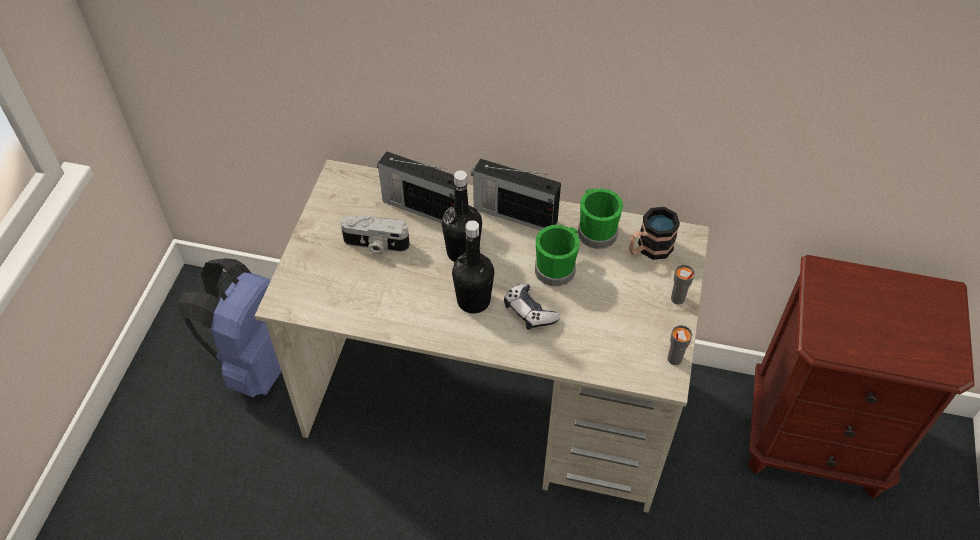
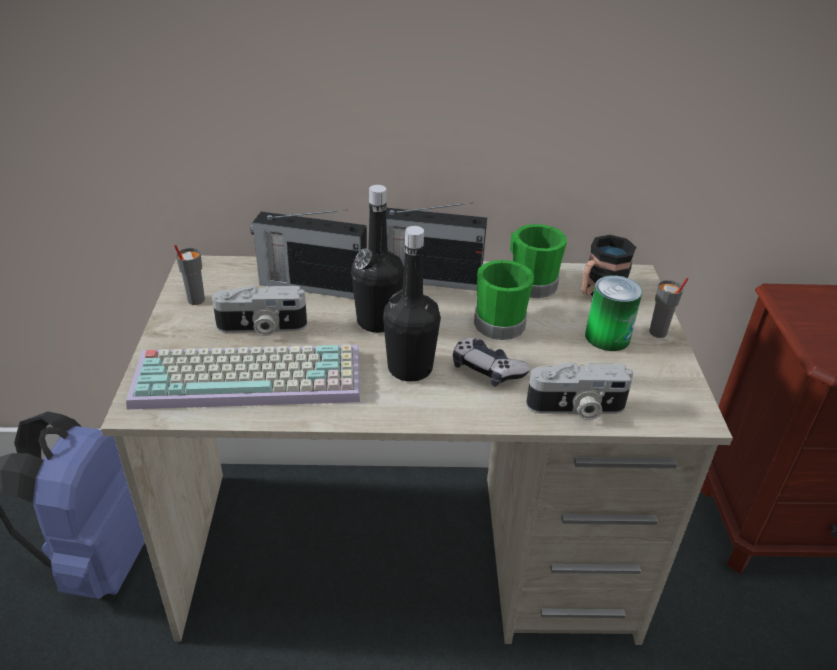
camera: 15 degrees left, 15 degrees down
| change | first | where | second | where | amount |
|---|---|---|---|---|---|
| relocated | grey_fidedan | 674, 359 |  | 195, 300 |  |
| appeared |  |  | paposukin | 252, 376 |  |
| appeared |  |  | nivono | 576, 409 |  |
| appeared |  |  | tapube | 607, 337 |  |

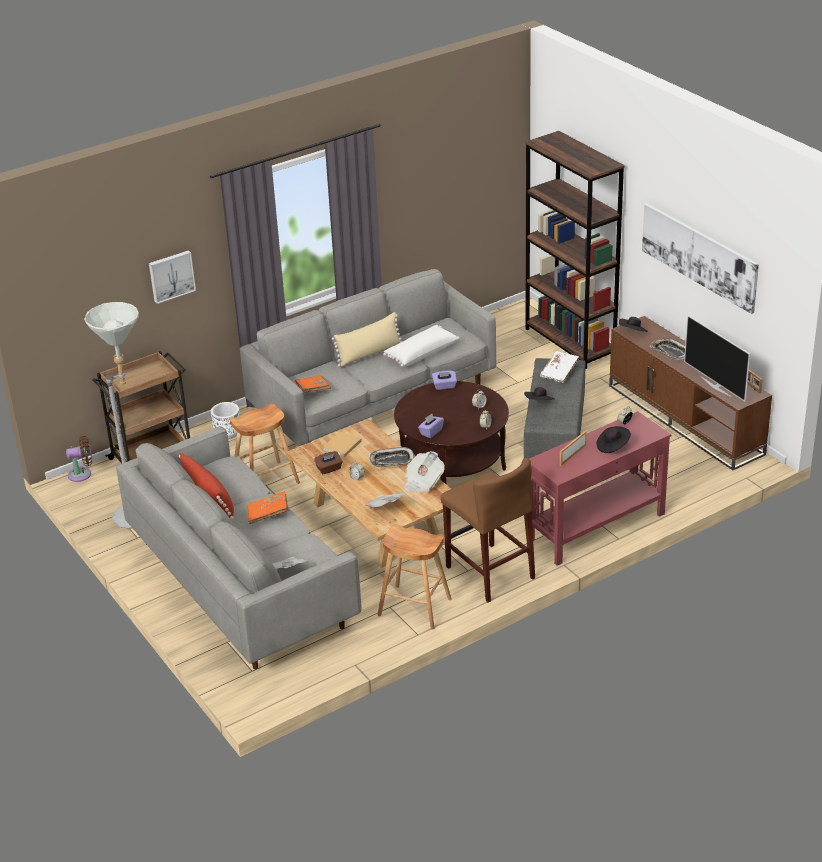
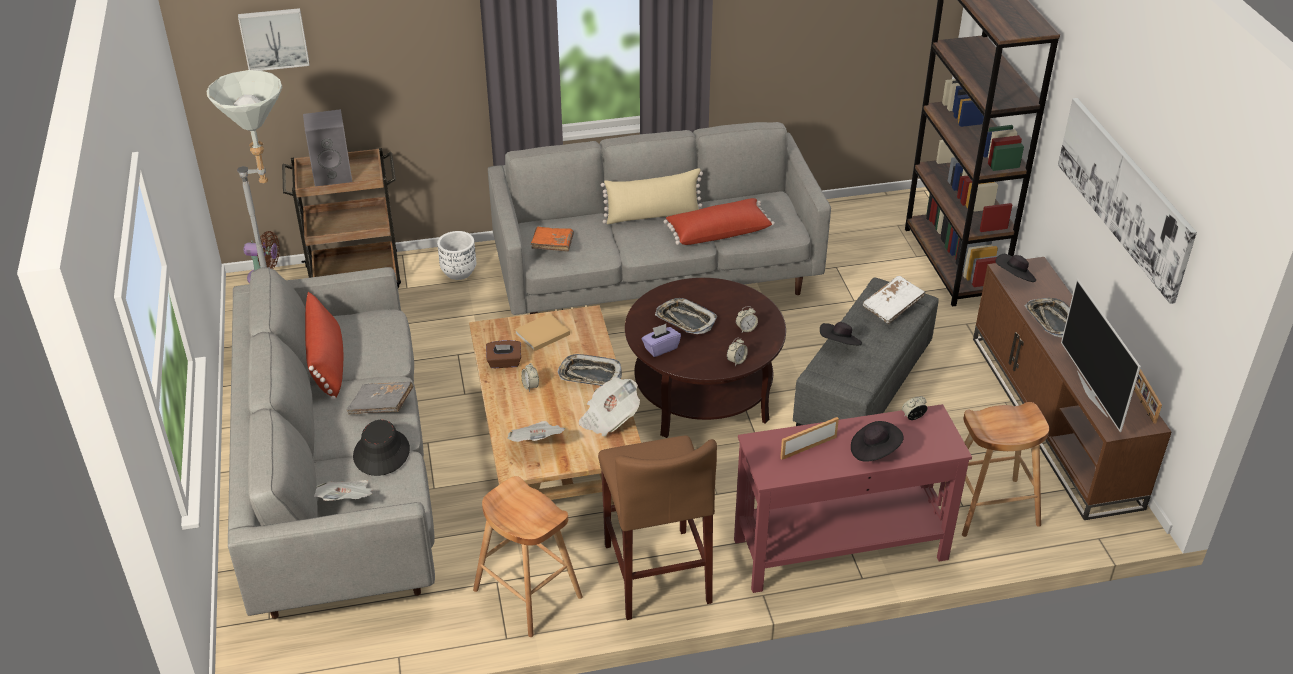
camera: 20 degrees right, 5 degrees up
| change | first | where | second | where | amount |
|---|---|---|---|---|---|
| relocated | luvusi | 171, 276 |  | 274, 38 |  |
| relocated | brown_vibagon | 266, 481 |  | 990, 507 |  |
| colour | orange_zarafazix | 268, 514 | grey_zarafazix | 382, 406 |  |
| colour | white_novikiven | 421, 353 | red_novikiven | 718, 232 |  |
| missing | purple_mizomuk | 444, 386 |  |  |  |
| appeared |  |  | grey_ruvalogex | 333, 176 |  |
| appeared |  |  | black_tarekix | 381, 453 |  |
| appeared |  |  | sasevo | 685, 320 |  |

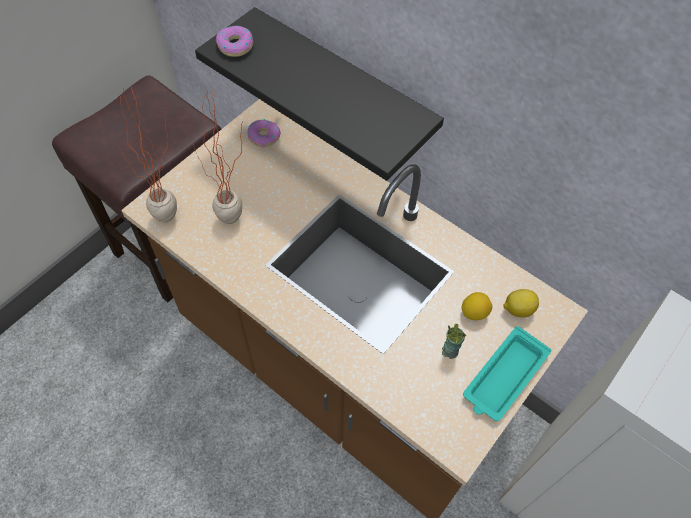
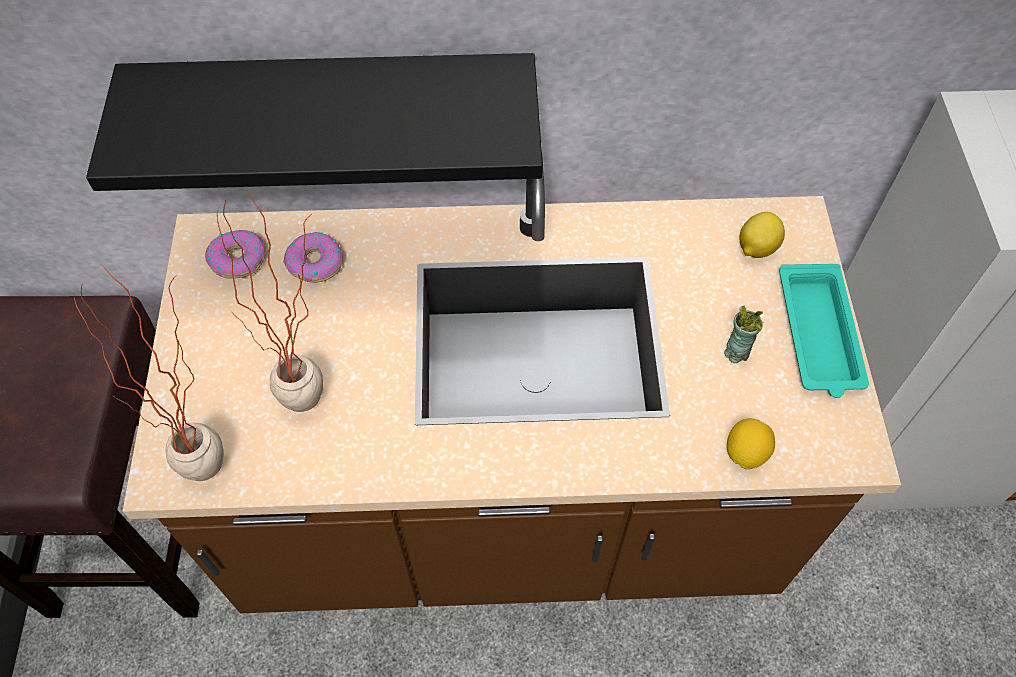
camera: 40 degrees left, 0 degrees up
| change | first | where | second | where | amount |
|---|---|---|---|---|---|
| relocated | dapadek | 235, 46 |  | 315, 263 |  |
| relocated | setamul | 474, 312 |  | 745, 453 |  |

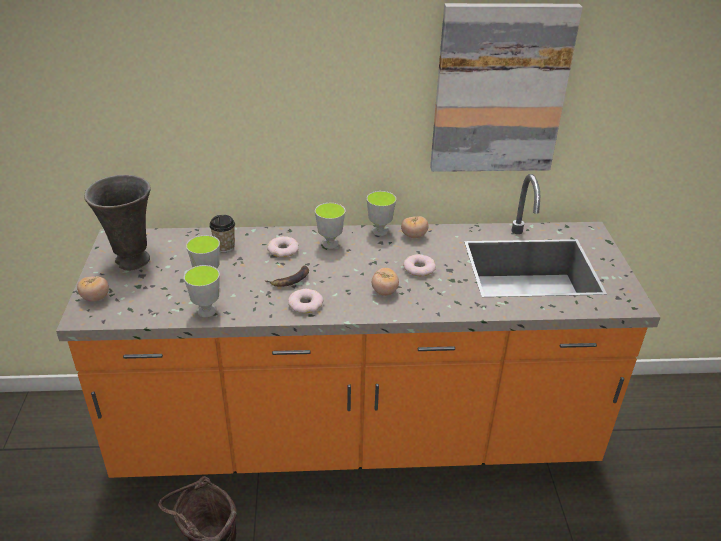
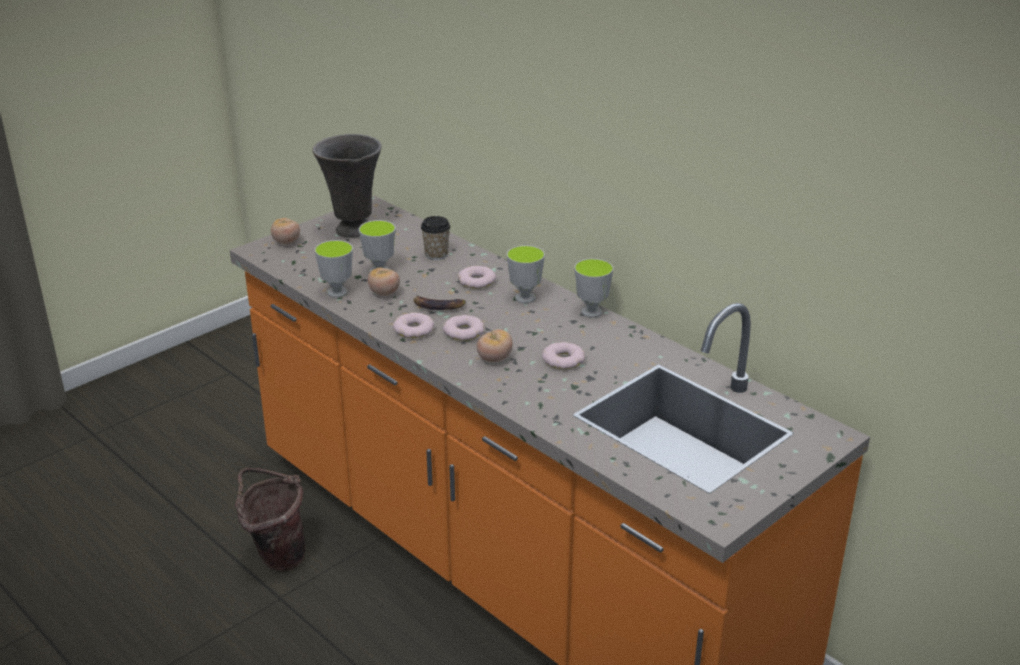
camera: 50 degrees right, 5 degrees down
| change | first | where | second | where | amount |
|---|---|---|---|---|---|
| relocated | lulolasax | 413, 236 |  | 384, 293 |  |
| missing | luvusi | 499, 90 |  |  |  |
| appeared |  |  | dapadek | 463, 332 |  |

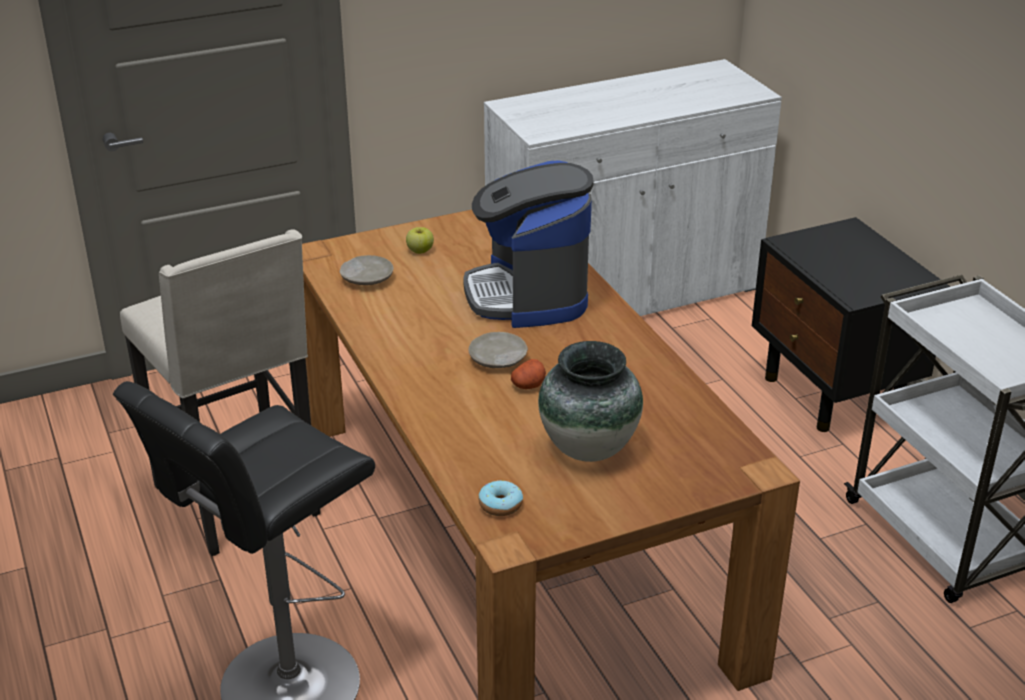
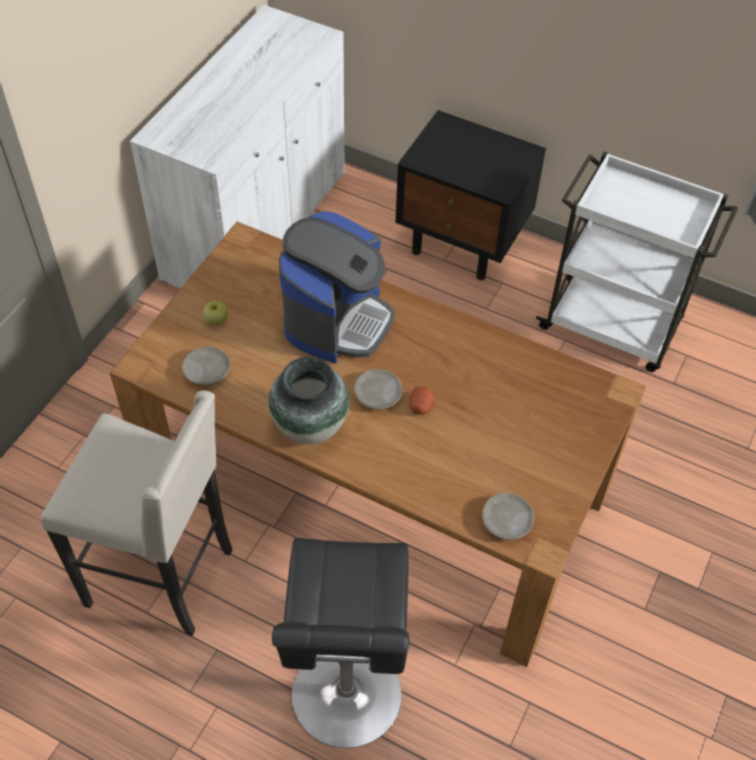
camera: 40 degrees left, 20 degrees up
| change | first | where | second | where | amount |
|---|---|---|---|---|---|
| spun | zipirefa | 528, 295 |  | 337, 321 | 105 degrees counterclockwise |
| exchanged | dapadek | 500, 505 | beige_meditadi | 506, 521 |  |
| relocated | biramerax | 588, 449 |  | 310, 427 |  |

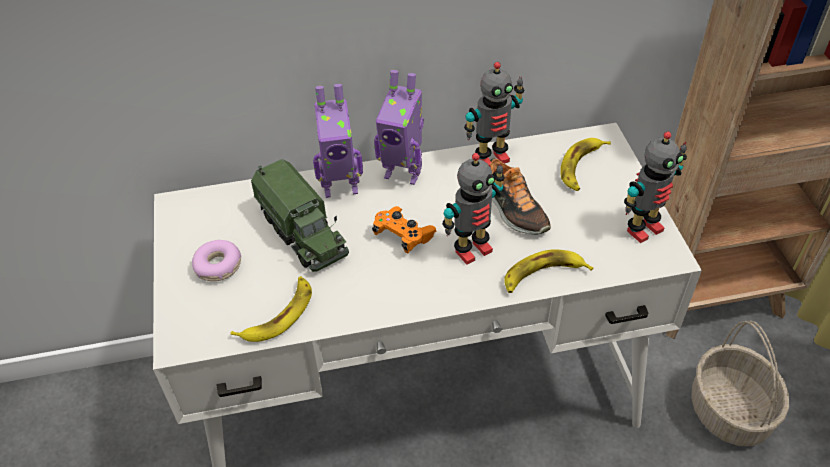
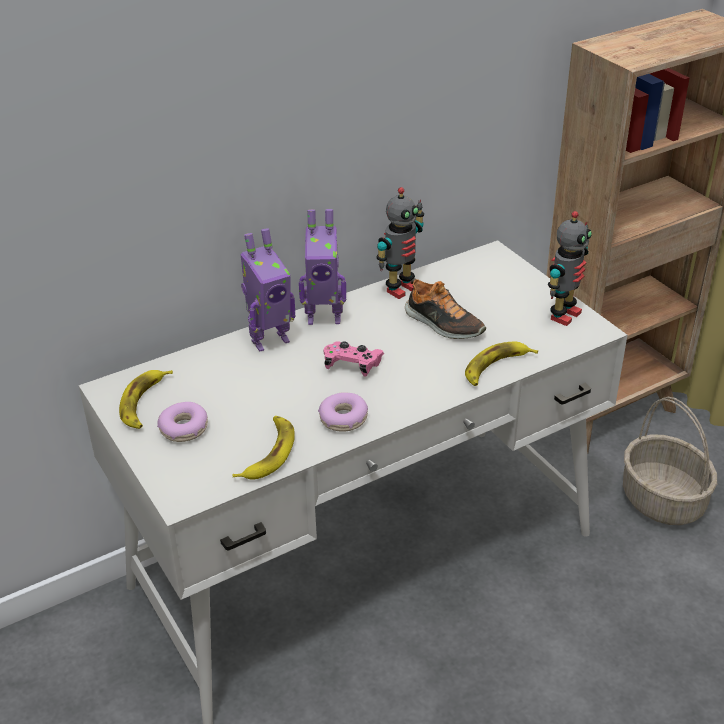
camera: 20 degrees left, 10 degrees down
| change | first | where | second | where | amount |
|---|---|---|---|---|---|
| missing | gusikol | 303, 233 |  |  |  |
| colour | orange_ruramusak | 403, 236 | pink_ruramusak | 352, 365 |  |
| missing | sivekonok | 471, 249 |  |  |  |
| relocated | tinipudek | 582, 167 |  | 144, 403 |  |
| appeared |  |  | dapadek | 343, 419 |  |

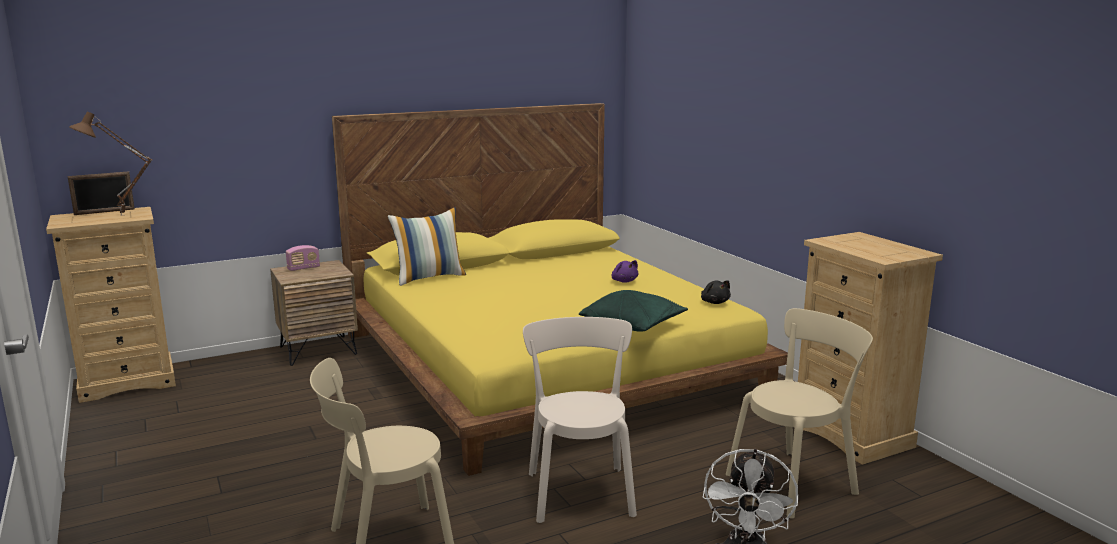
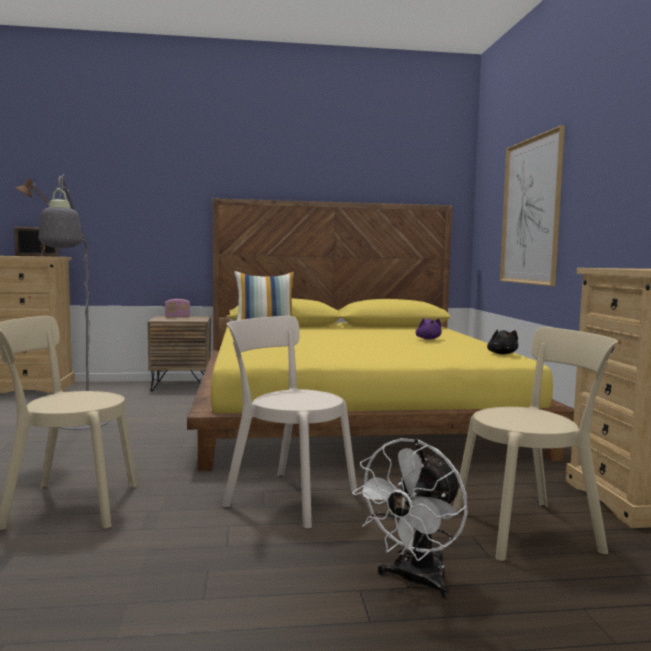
camera: 20 degrees right, 10 degrees down
| change | first | where | second | where | amount |
|---|---|---|---|---|---|
| spun | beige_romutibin | 579, 490 |  | 286, 497 | 75 degrees counterclockwise |
| missing | green_novikiven | 633, 326 |  |  |  |
| appeared |  |  | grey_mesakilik | 81, 426 |  |
| appeared |  |  | luvusi | 530, 211 |  |

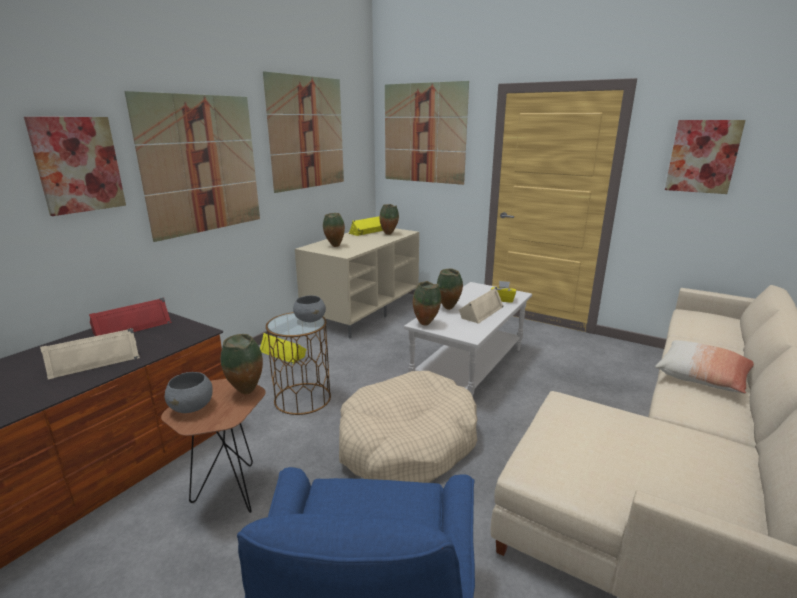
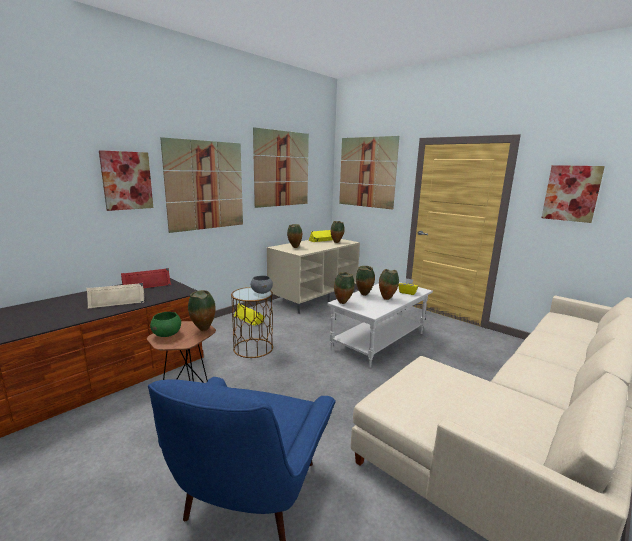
camera: 10 degrees right, 5 degrees down
| change | first | where | second | where | amount |
|---|---|---|---|---|---|
| colour | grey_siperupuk | 192, 407 | green_siperupuk | 167, 334 |  |
| missing | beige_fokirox | 407, 443 |  |  |  |
| exchanged | beige_ruvalogex | 480, 311 | biramerax | 387, 299 |  |
| missing | novikiven | 702, 377 |  |  |  |

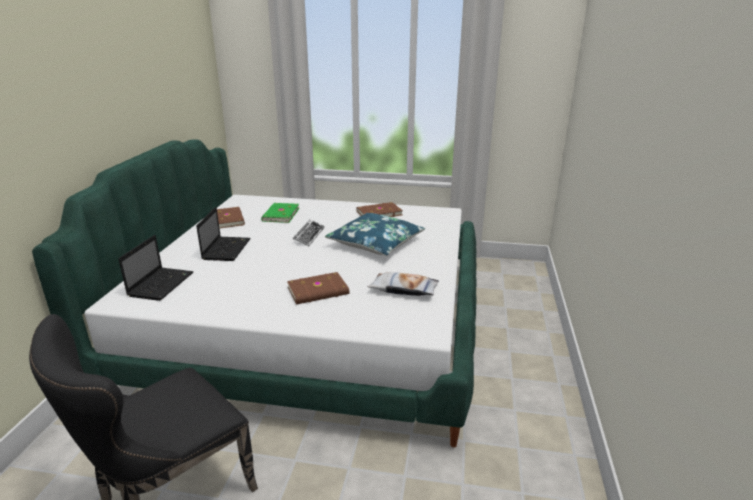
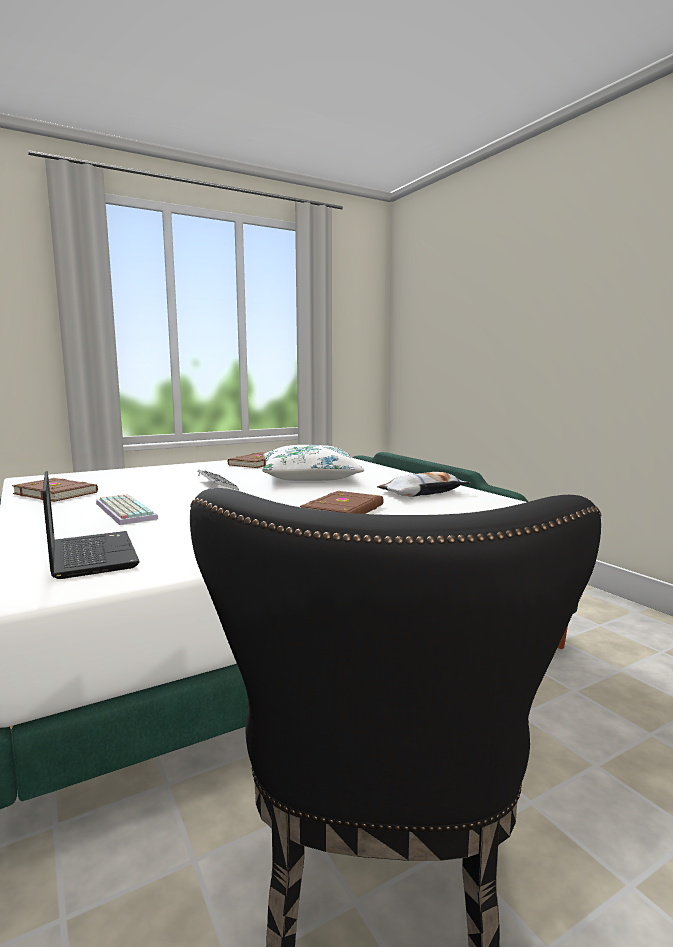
camera: 40 degrees left, 15 degrees down
| change | first | where | second | where | amount |
|---|---|---|---|---|---|
| exchanged | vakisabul | 226, 249 | paposukin | 123, 511 |  |
| missing | green_zarafazix | 280, 215 |  |  |  |
| colour | blue_novikiven | 376, 243 | white_novikiven | 310, 477 |  |

